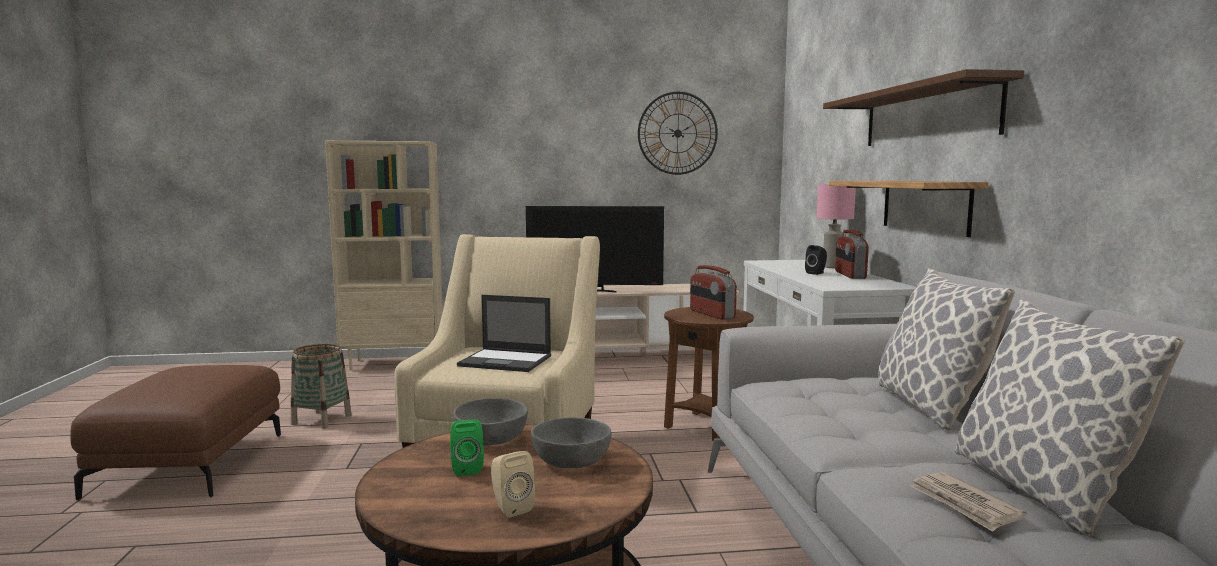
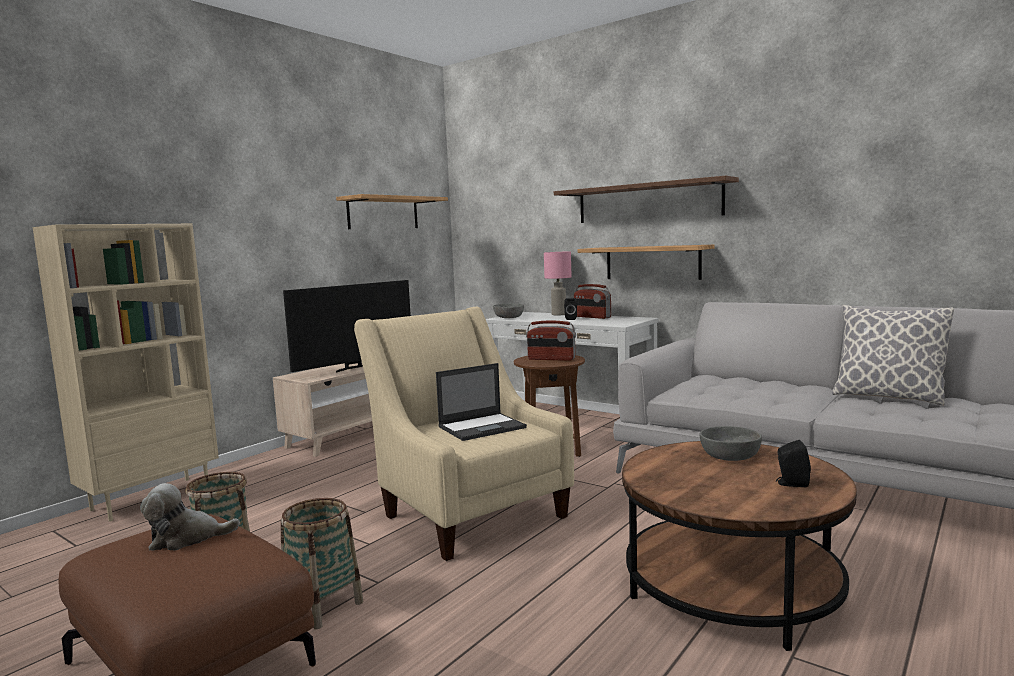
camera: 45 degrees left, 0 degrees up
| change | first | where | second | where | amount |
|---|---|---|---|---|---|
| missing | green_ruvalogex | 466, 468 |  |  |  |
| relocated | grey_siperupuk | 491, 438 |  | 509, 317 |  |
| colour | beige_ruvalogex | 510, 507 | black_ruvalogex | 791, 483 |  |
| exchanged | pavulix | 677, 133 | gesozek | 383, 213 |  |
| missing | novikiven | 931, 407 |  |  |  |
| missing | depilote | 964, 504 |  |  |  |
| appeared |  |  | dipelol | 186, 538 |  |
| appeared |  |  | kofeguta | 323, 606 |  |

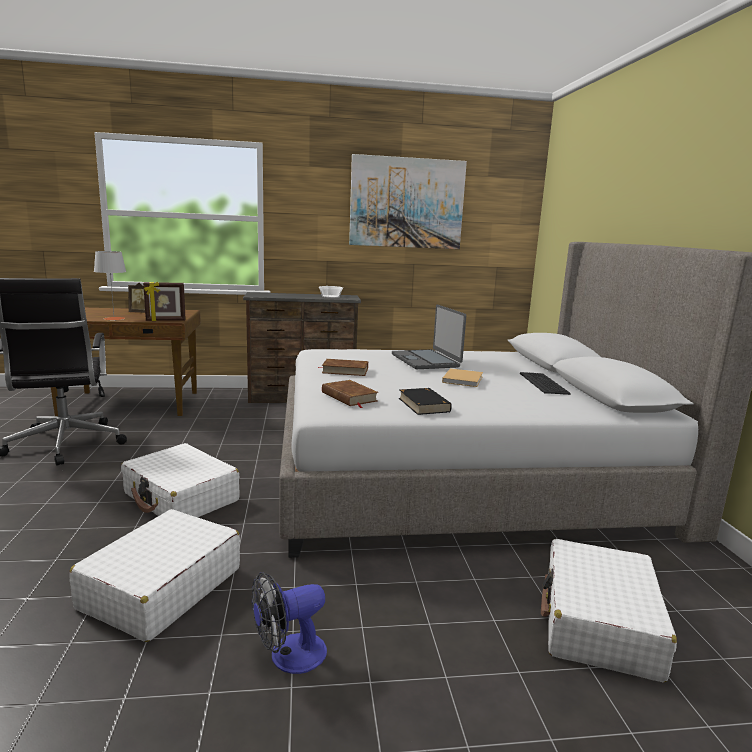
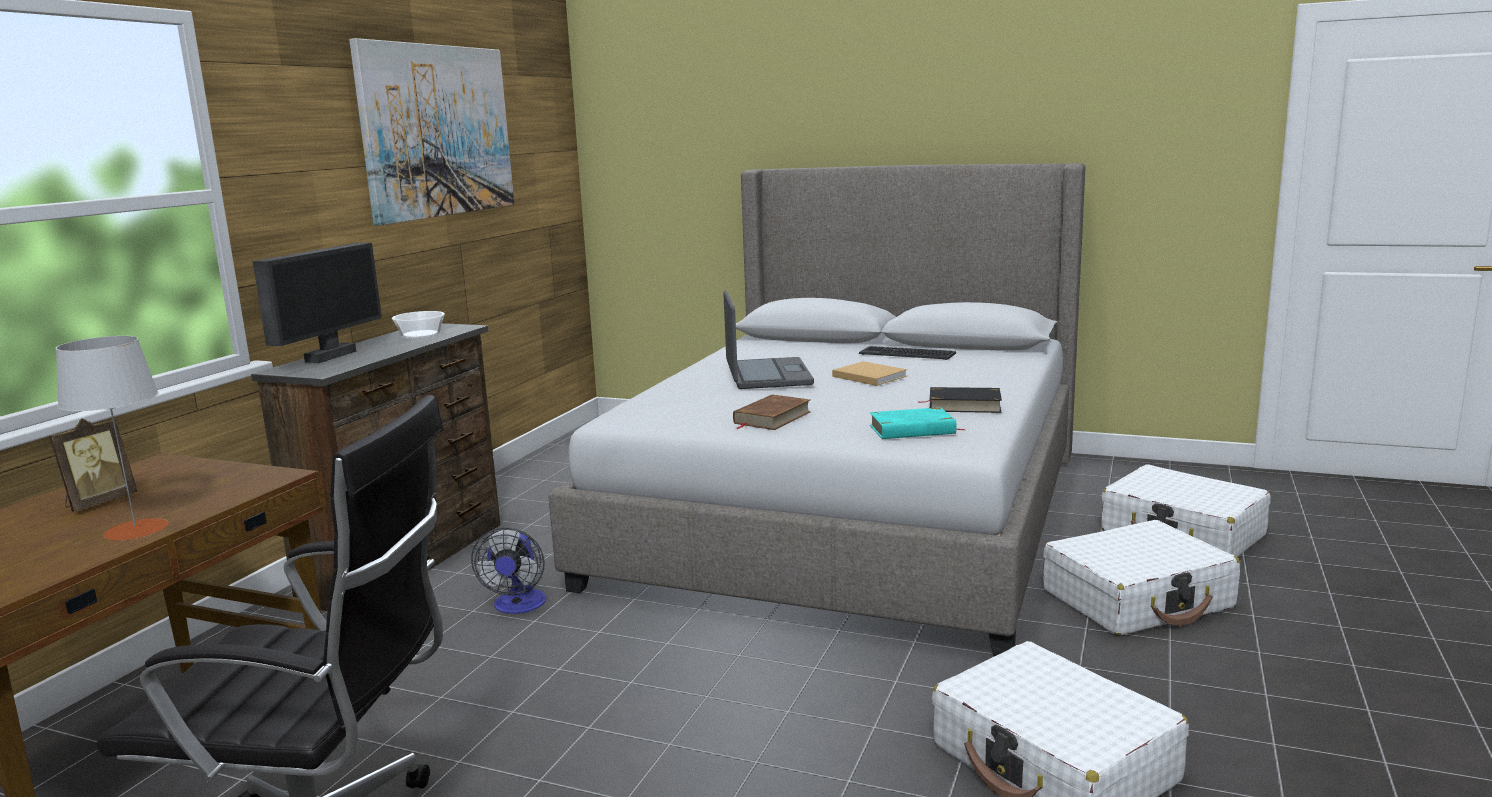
camera: 60 degrees left, 0 degrees up
| change | first | where | second | where | amount |
|---|---|---|---|---|---|
| relocated | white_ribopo | 181, 497 |  | 1137, 599 |  |
| missing | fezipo | 165, 320 |  |  |  |
| relocated | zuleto | 289, 656 |  | 518, 606 |  |
| colour | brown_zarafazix | 349, 397 | turquoise_zarafazix | 912, 430 |  |
| spun | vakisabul | 426, 360 |  | 767, 375 | 105 degrees counterclockwise |
| appeared |  |  | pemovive | 329, 356 |  |

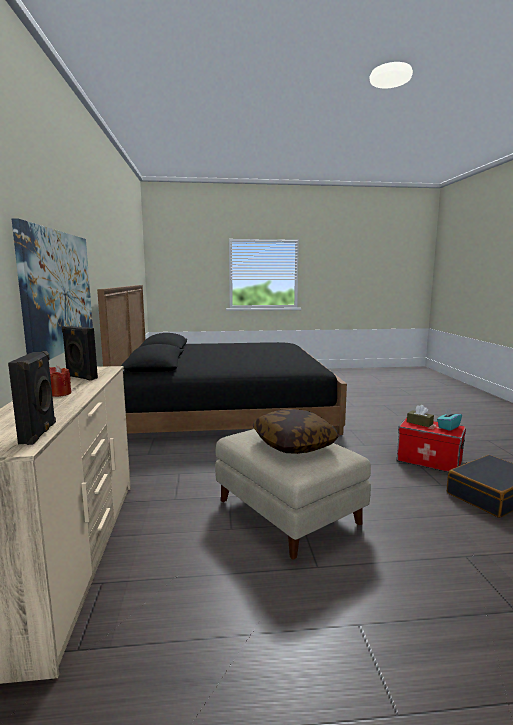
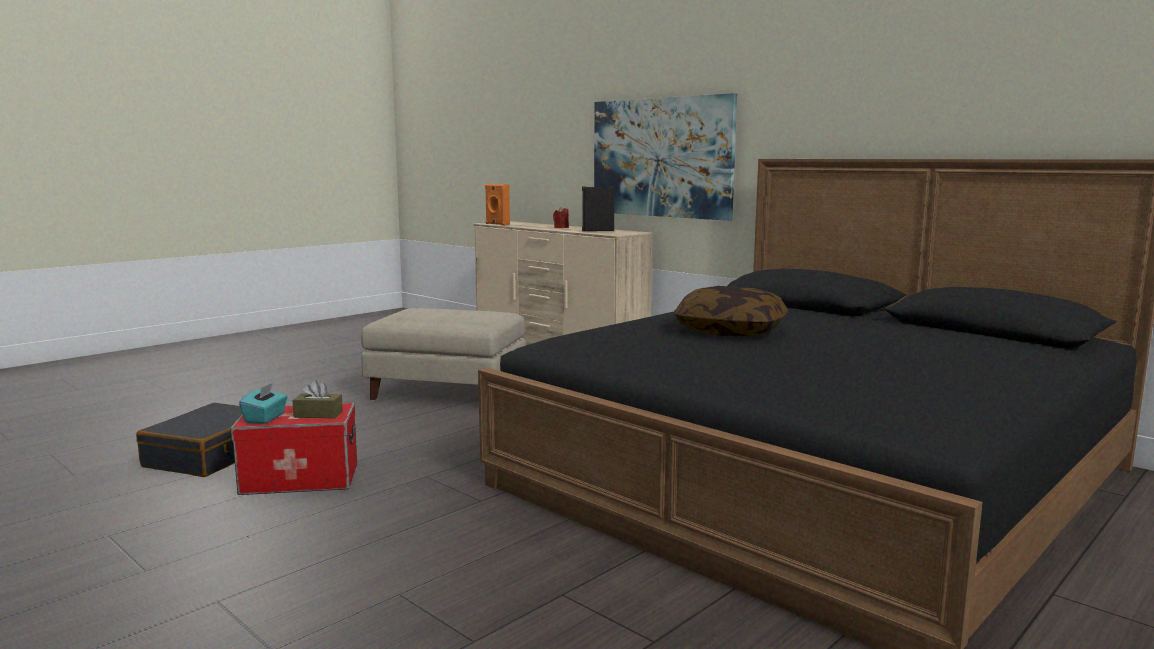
camera: 140 degrees right, 0 degrees up
| change | first | where | second | where | amount |
|---|---|---|---|---|---|
| colour | black_ruvalogex | 39, 433 | orange_ruvalogex | 497, 224 |  |
| relocated | novikiven | 293, 444 |  | 730, 331 |  |

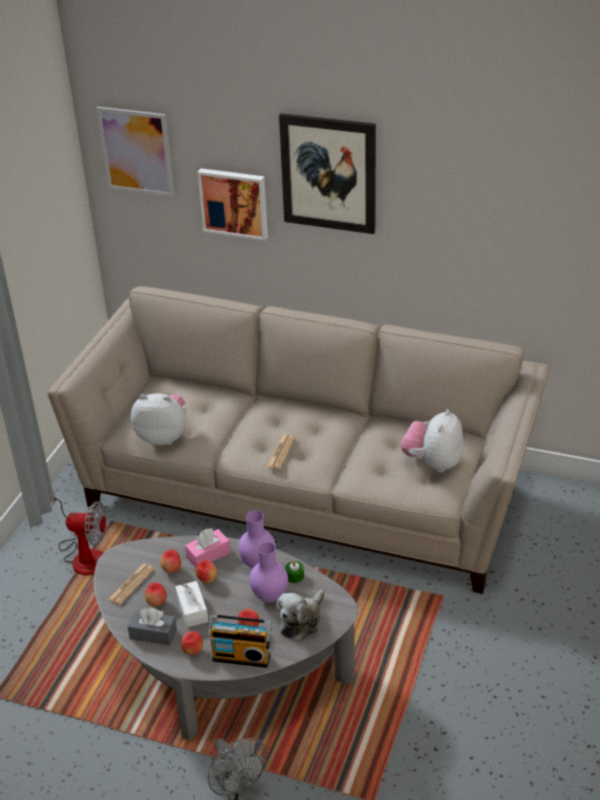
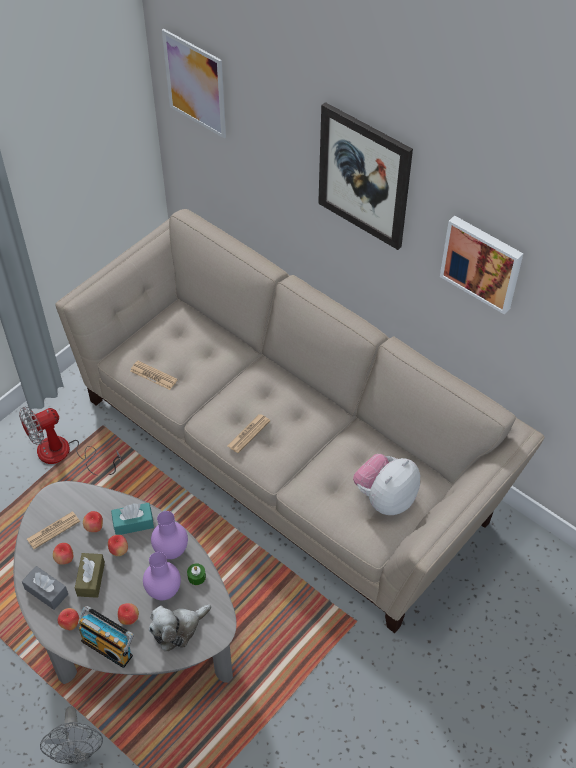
camera: 20 degrees right, 15 degrees up
| change | first | where | second | where | amount |
|---|---|---|---|---|---|
| spun | zuleto | 84, 555 |  | 65, 454 | 120 degrees clockwise |
| exchanged | dipelol | 163, 436 | depilote | 153, 375 |  |
| colour | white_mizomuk | 192, 610 | brown_mizomuk | 91, 579 |  |
| colour | pink_mizomuk | 208, 555 | turquoise_mizomuk | 133, 523 |  |
| relocated | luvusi | 234, 202 |  | 482, 262 |  |

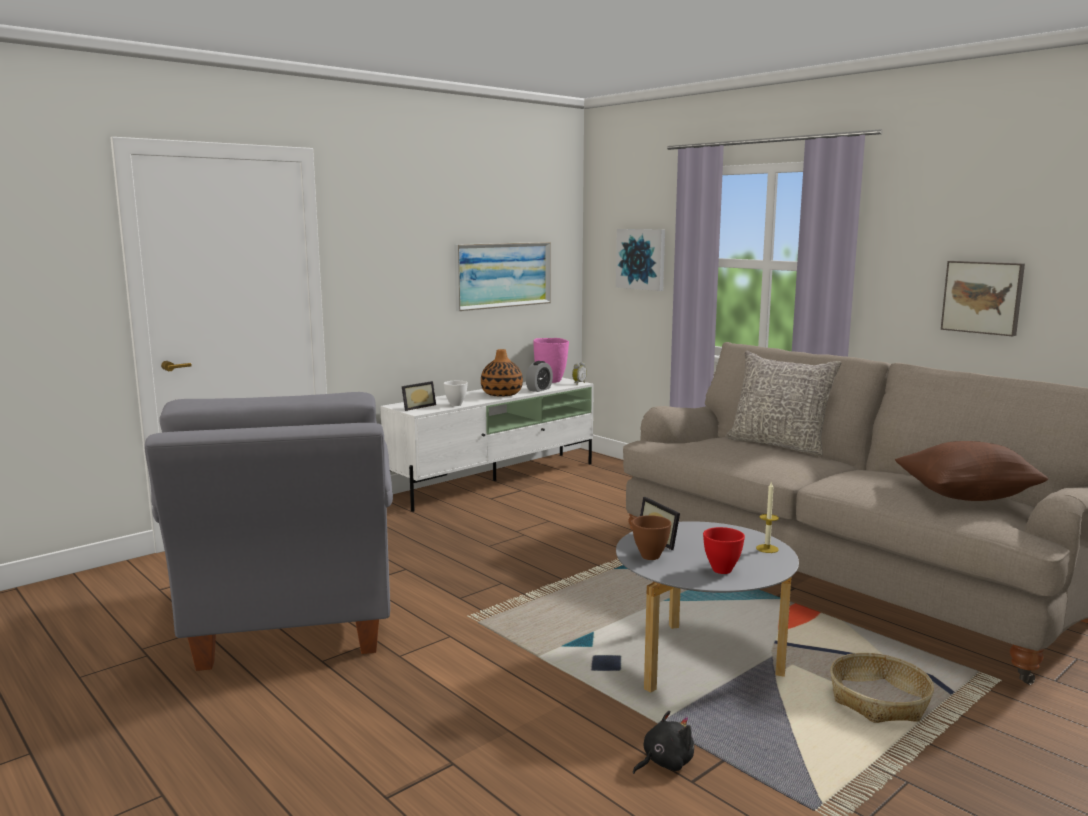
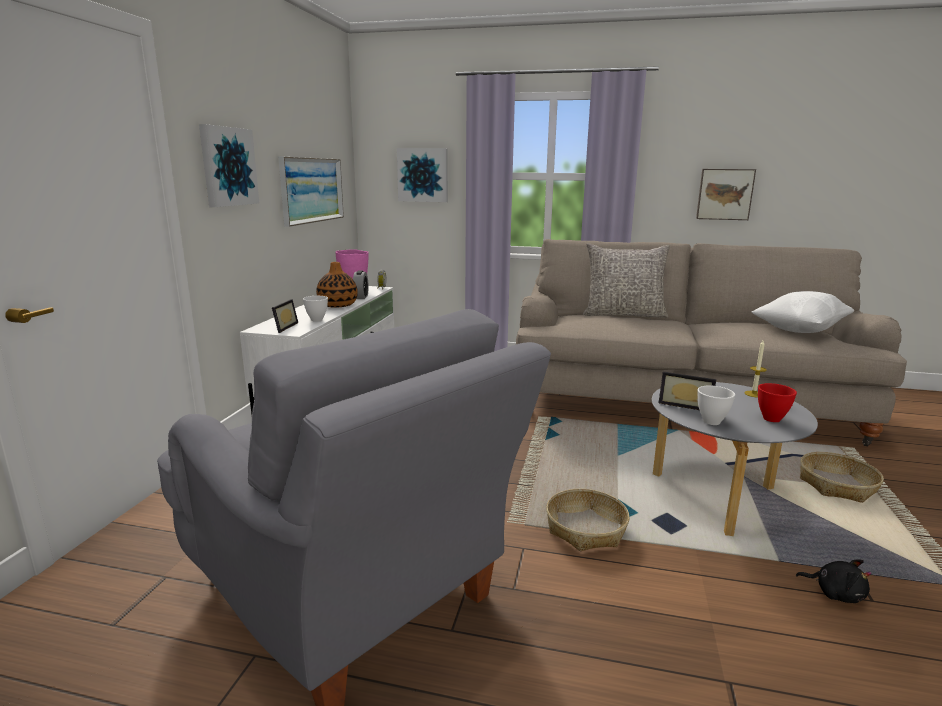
camera: 35 degrees left, 5 degrees up
| change | first | where | second | where | amount |
|---|---|---|---|---|---|
| colour | brown_siperupuk | 651, 556 | white_siperupuk | 712, 421 |  |
| spun | black_dipelol | 664, 762 |  | 835, 593 | 105 degrees clockwise |
| colour | brown_novikiven | 966, 496 | white_novikiven | 799, 330 |  |
| appeared |  |  | luvusi | 228, 166 |  |
| appeared |  |  | kofeguta | 585, 529 |  |

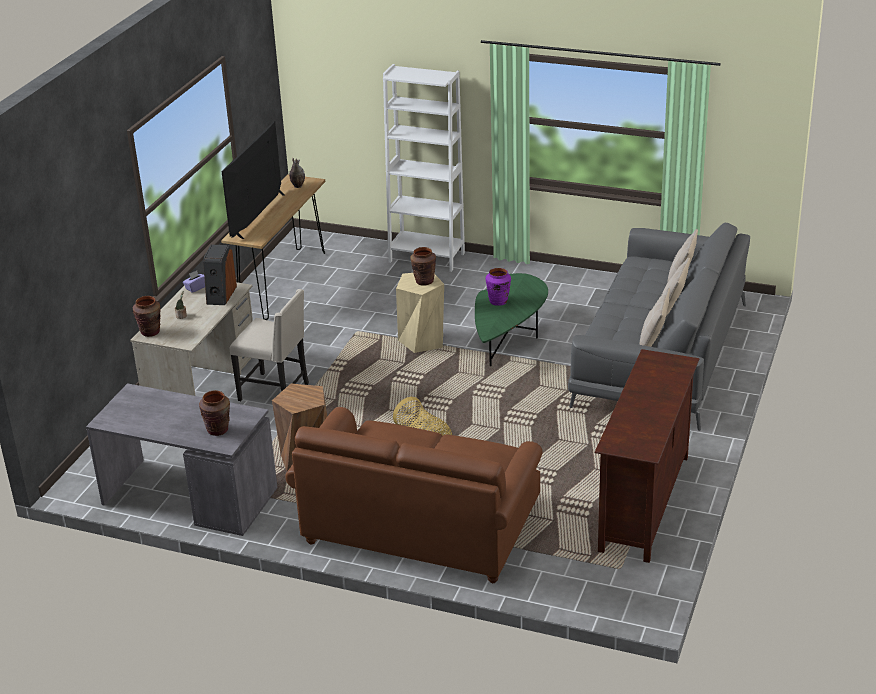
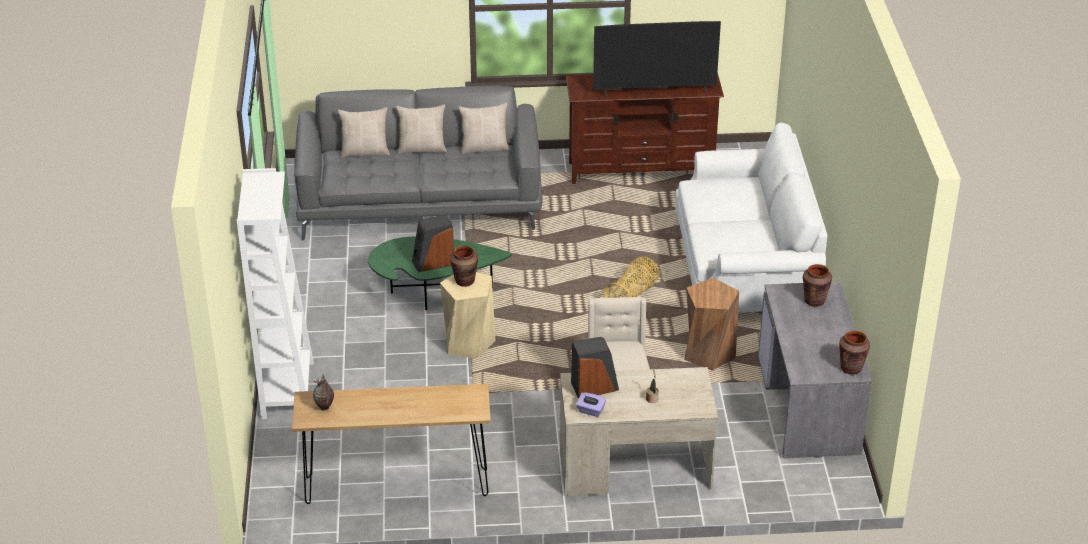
camera: 115 degrees left, 5 degrees up
| change | first | where | second | where | amount |
|---|---|---|---|---|---|
| relocated | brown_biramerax | 150, 332 |  | 851, 368 |  |
| relocated | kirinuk | 258, 215 |  | 654, 92 |  |
| colour | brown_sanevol | 421, 524 | white_sanevol | 744, 266 |  |
| exchanged | purple_biramerax | 498, 301 | ruvalogex | 433, 262 |  |

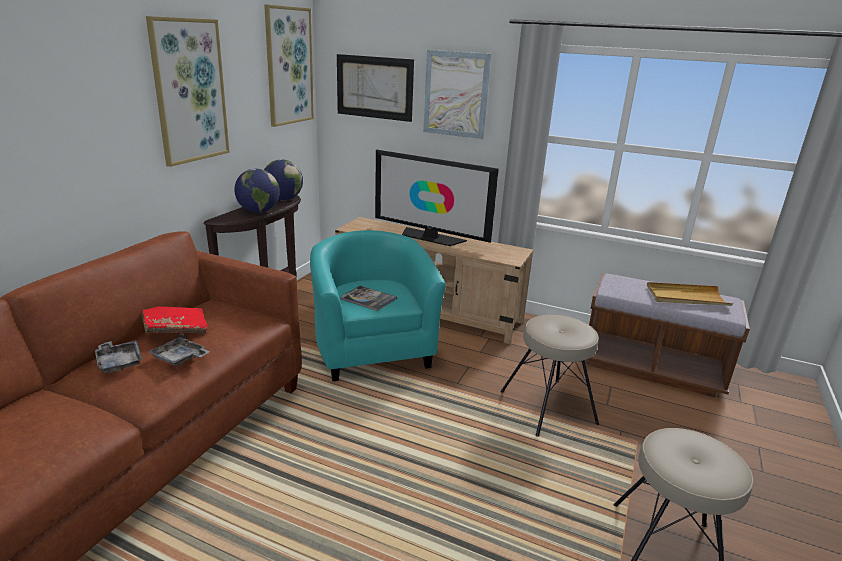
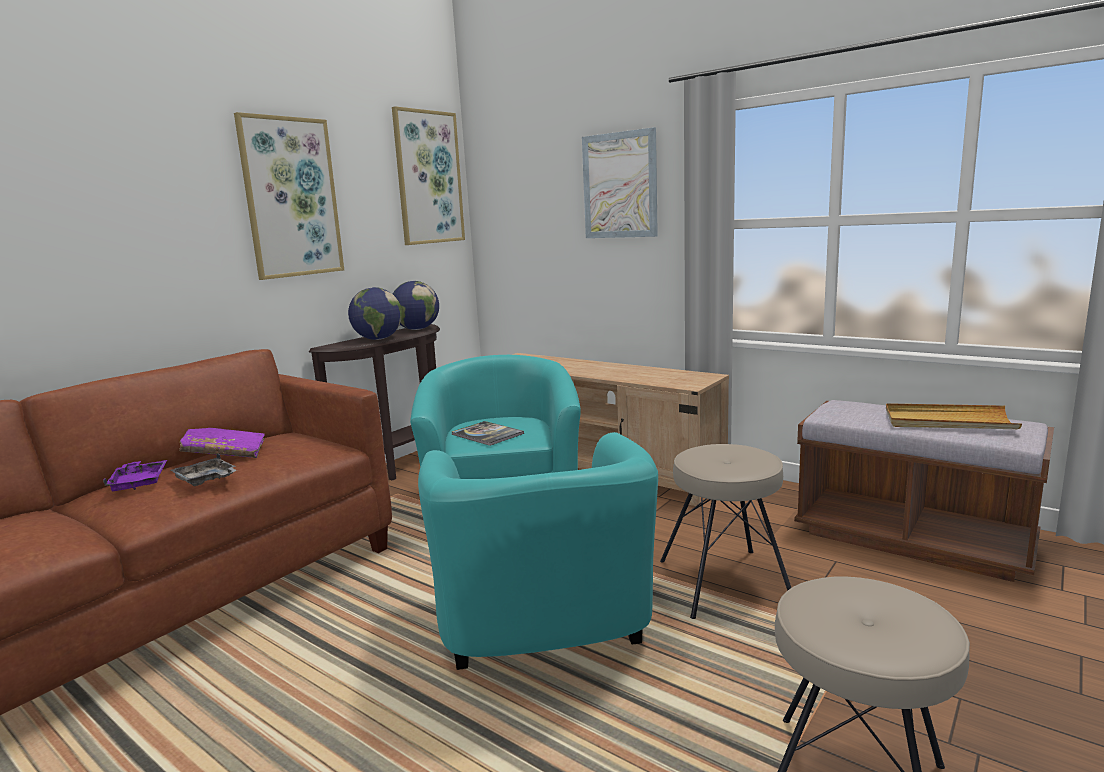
camera: 15 degrees right, 10 degrees down
| change | first | where | second | where | amount |
|---|---|---|---|---|---|
| colour | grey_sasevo | 119, 362 | purple_sasevo | 139, 482 |  |
| colour | red_zarafazix | 175, 329 | purple_zarafazix | 225, 454 |  |
| missing | luvusi | 374, 87 |  |  |  |
| missing | kirinuk | 430, 237 |  |  |  |
| appeared |  |  | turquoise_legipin | 544, 634 |  |

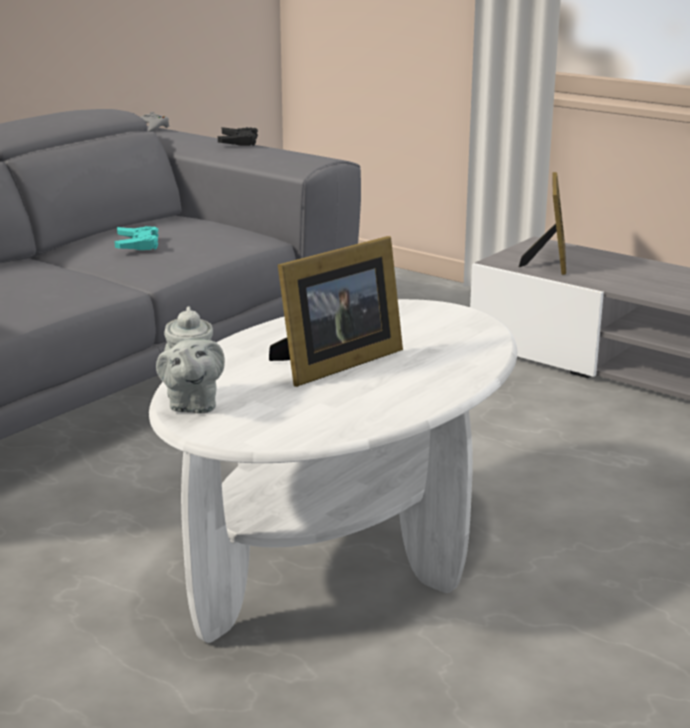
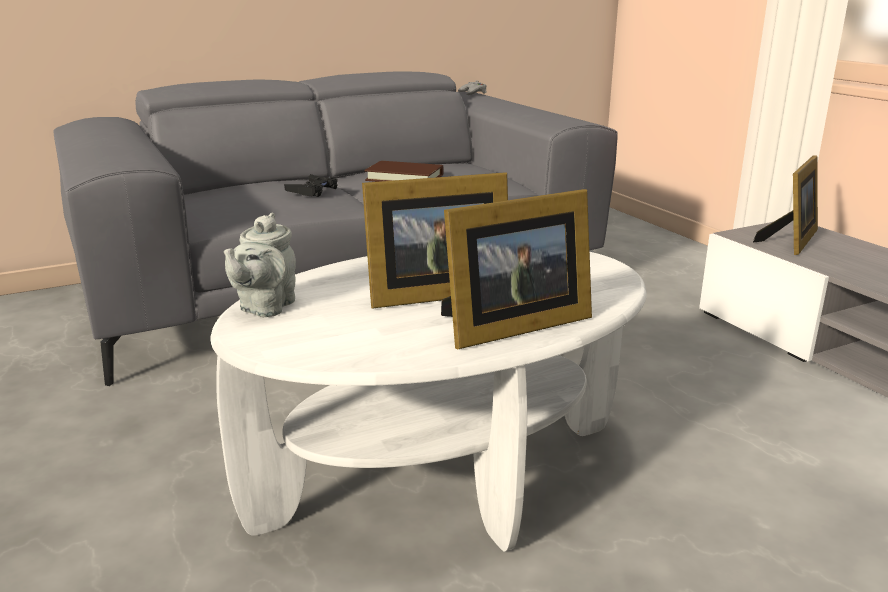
camera: 25 degrees right, 0 degrees up
| change | first | where | second | where | amount |
|---|---|---|---|---|---|
| exchanged | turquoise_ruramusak | 137, 244 | brown_zarafazix | 404, 177 |  |
| relocated | black_ruramusak | 238, 142 |  | 313, 190 |  |
| appeared |  |  | fezipo | 510, 326 |  |

